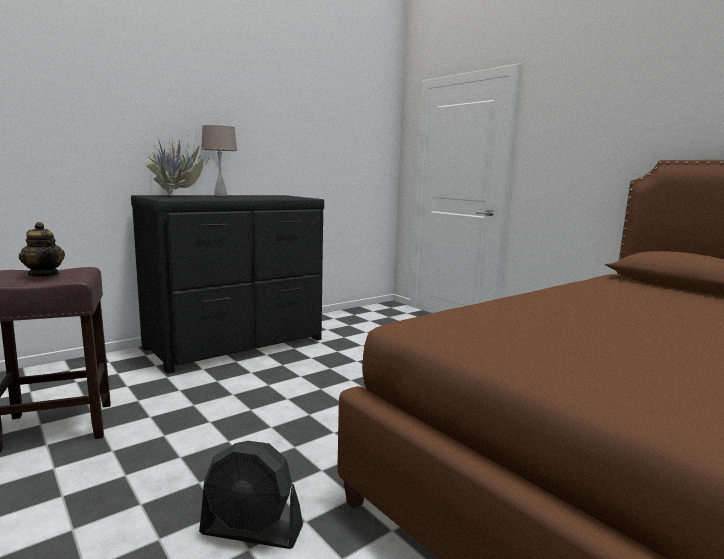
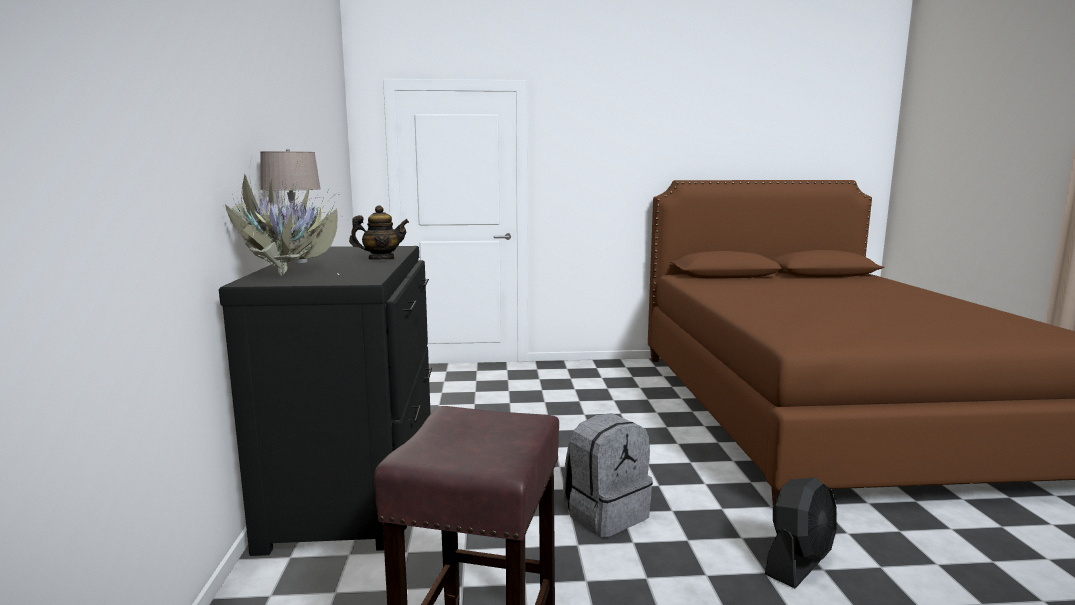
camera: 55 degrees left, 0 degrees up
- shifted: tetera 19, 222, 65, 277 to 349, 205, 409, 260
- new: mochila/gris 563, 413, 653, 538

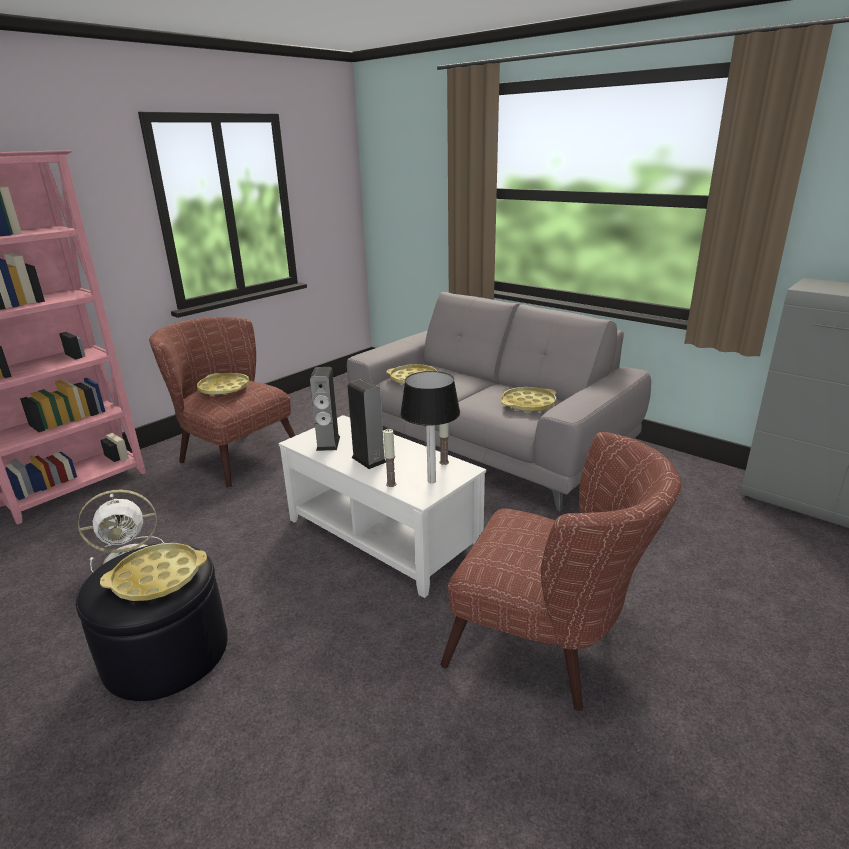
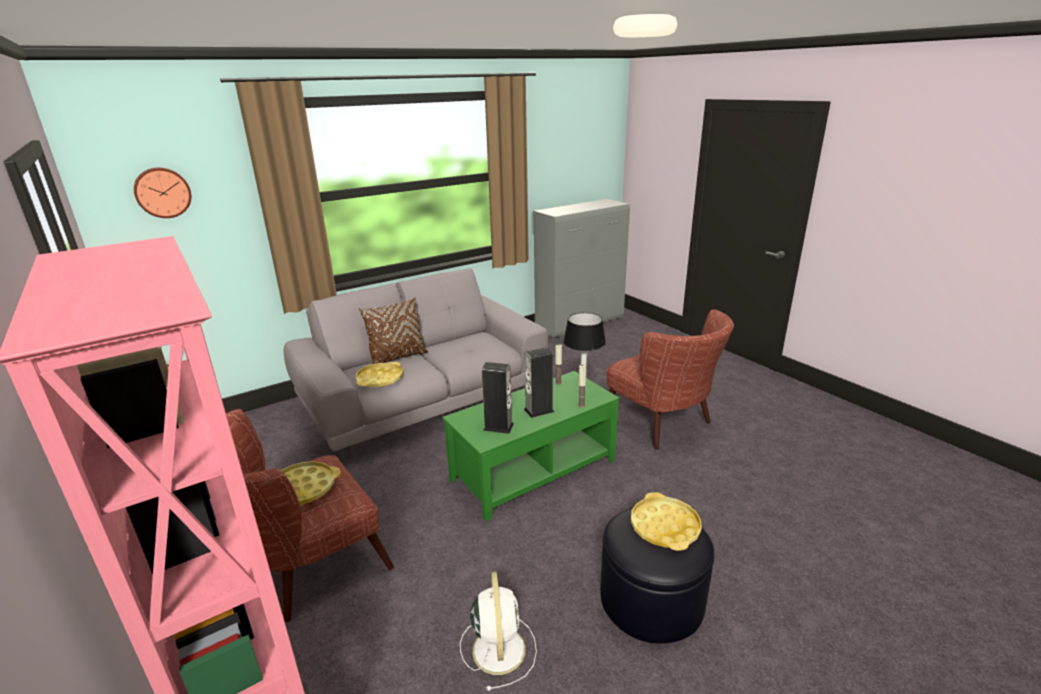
camera: 75 degrees left, 0 degrees up
- repainted: mesa de centro/blanco 278, 415, 486, 598 to mesa de centro/verde 442, 371, 620, 521
- rotated: sillón/marrón 441, 432, 682, 711 = 607, 309, 734, 449 105 degrees clockwise
- gone: bandeja/amarillo 501, 387, 556, 413
- new: reloj de pared 134, 168, 191, 218
- new: cojín/marrón 359, 297, 428, 364

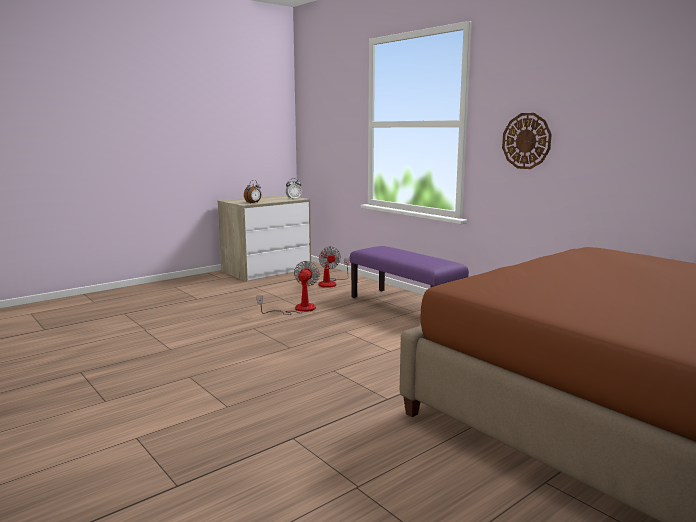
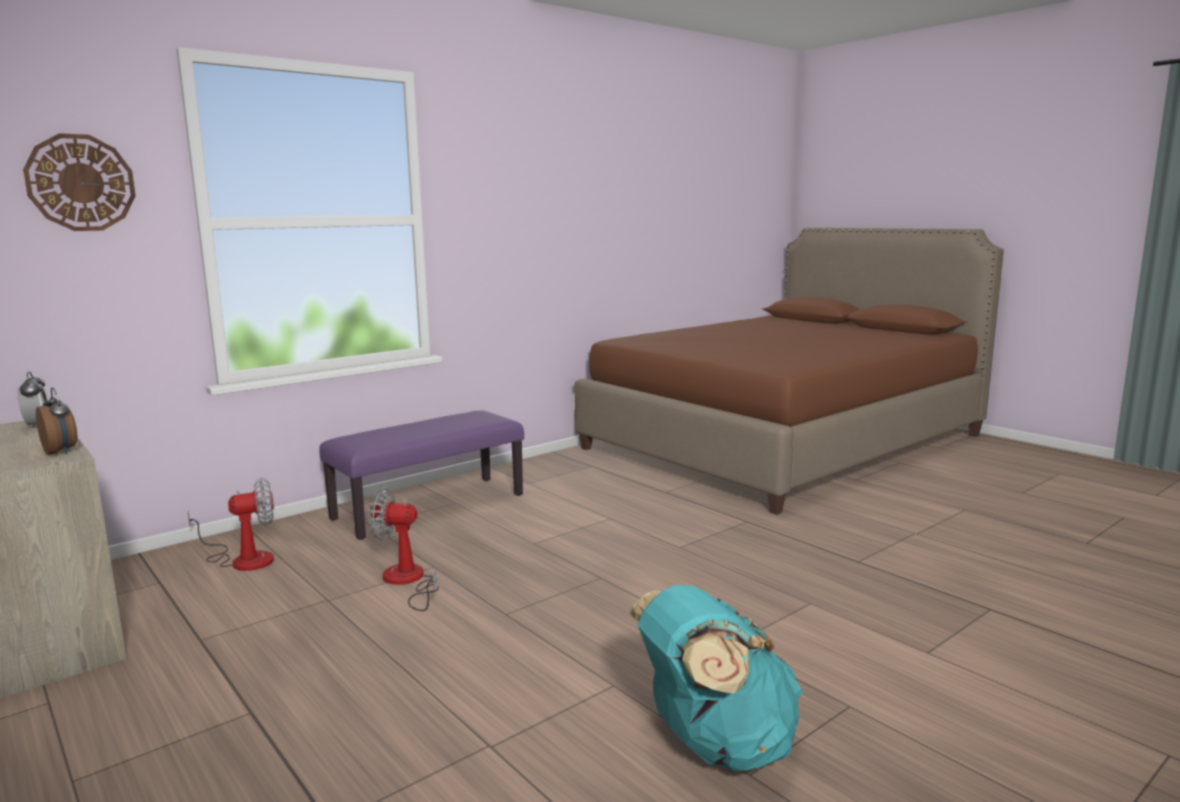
camera: 90 degrees left, 0 degrees up
- shifted: reloj de pared 502, 113, 552, 169 to 23, 133, 136, 231
- new: mochila/turquesa 629, 585, 803, 771

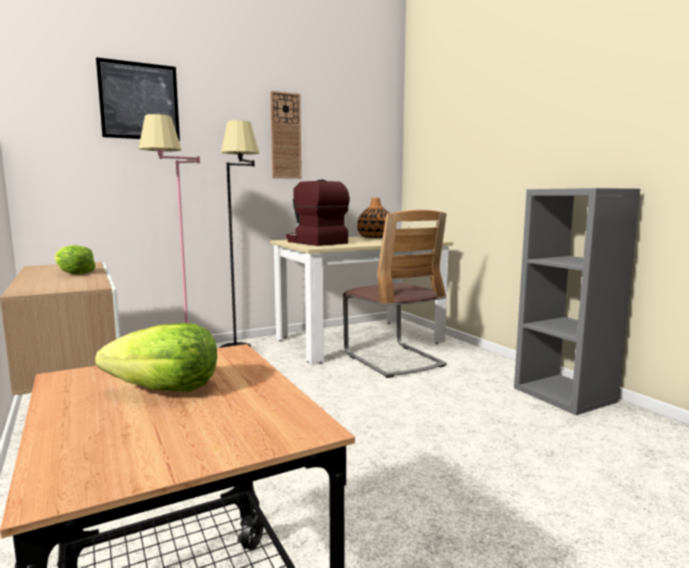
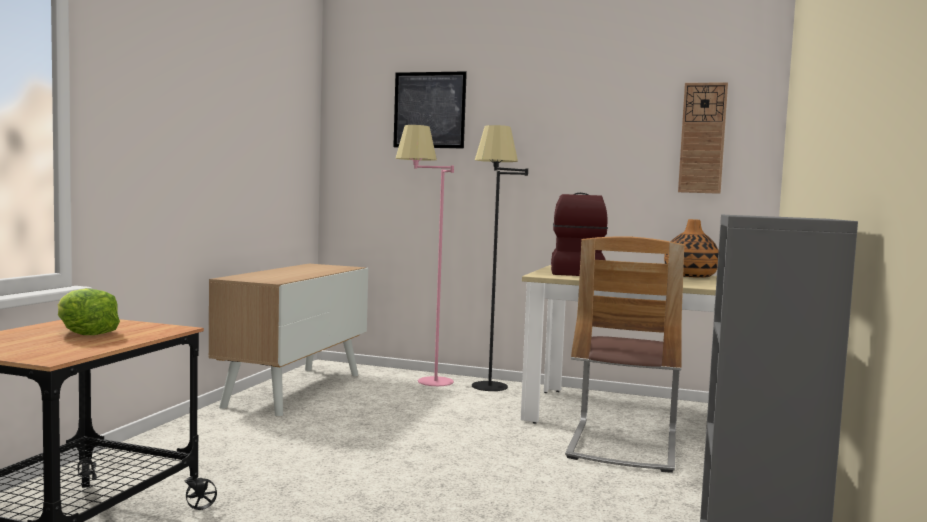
camera: 45 degrees right, 5 degrees down
- gone: lechuga 54, 245, 96, 274
- shifted: reloj de pared 270, 91, 302, 179 to 678, 82, 728, 194

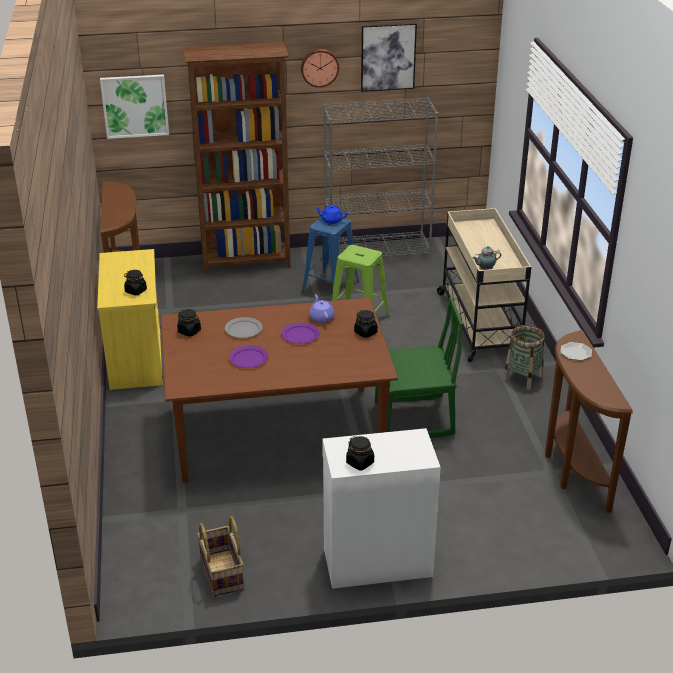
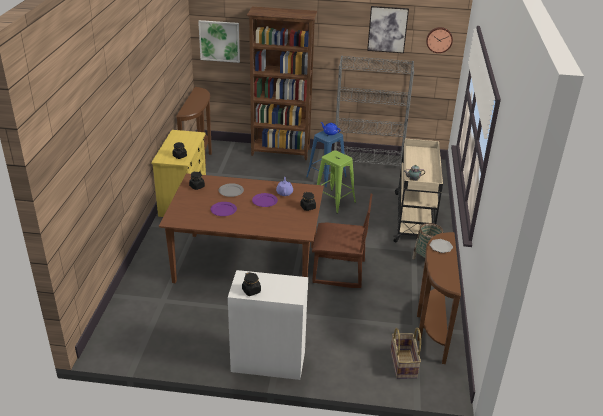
camera: 15 degrees right, 0 degrees up
- shifted: cesta 197, 516, 244, 596 to 390, 328, 421, 379
- shifted: reloj de pared 301, 49, 339, 88 to 426, 27, 453, 53
- repainted: silla/verde 375, 297, 463, 438 to silla/marrón 312, 194, 372, 288

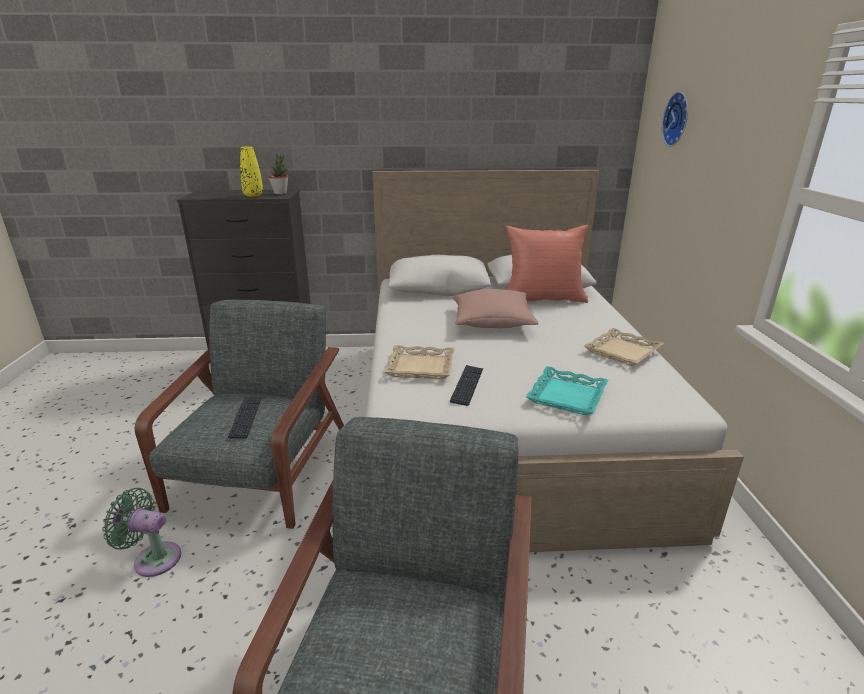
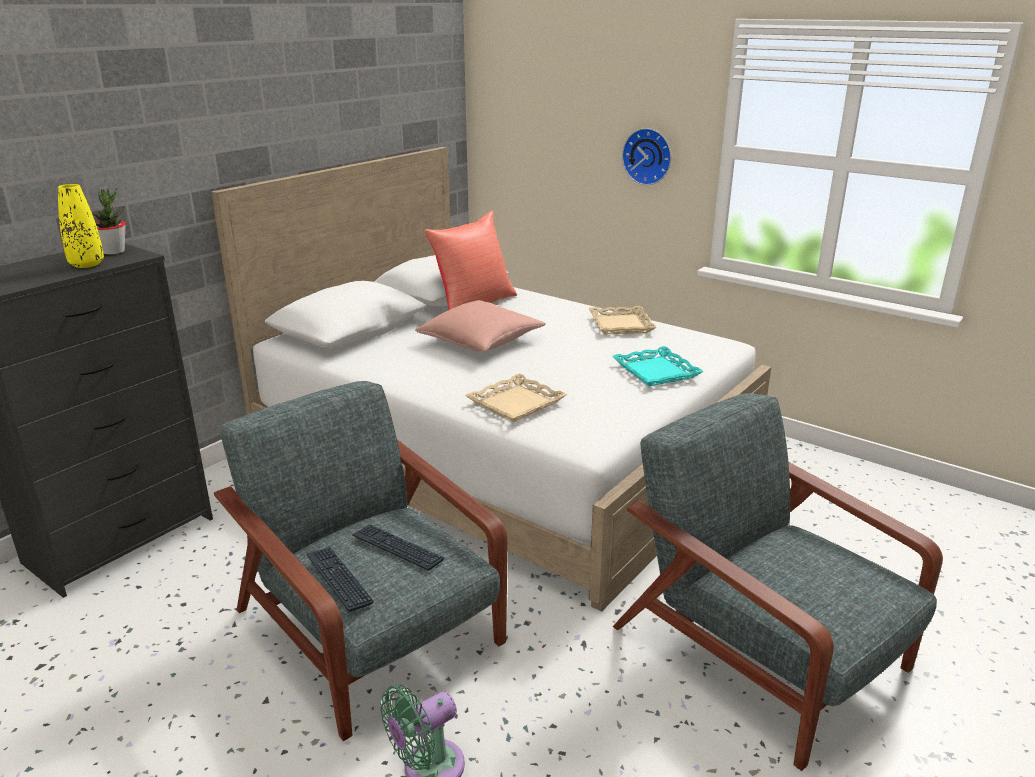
camera: 50 degrees left, 0 degrees up
- shifted: teclado 450, 365, 483, 406 to 306, 547, 374, 612
- shifted: reloj de pared 662, 92, 688, 147 to 622, 128, 671, 185

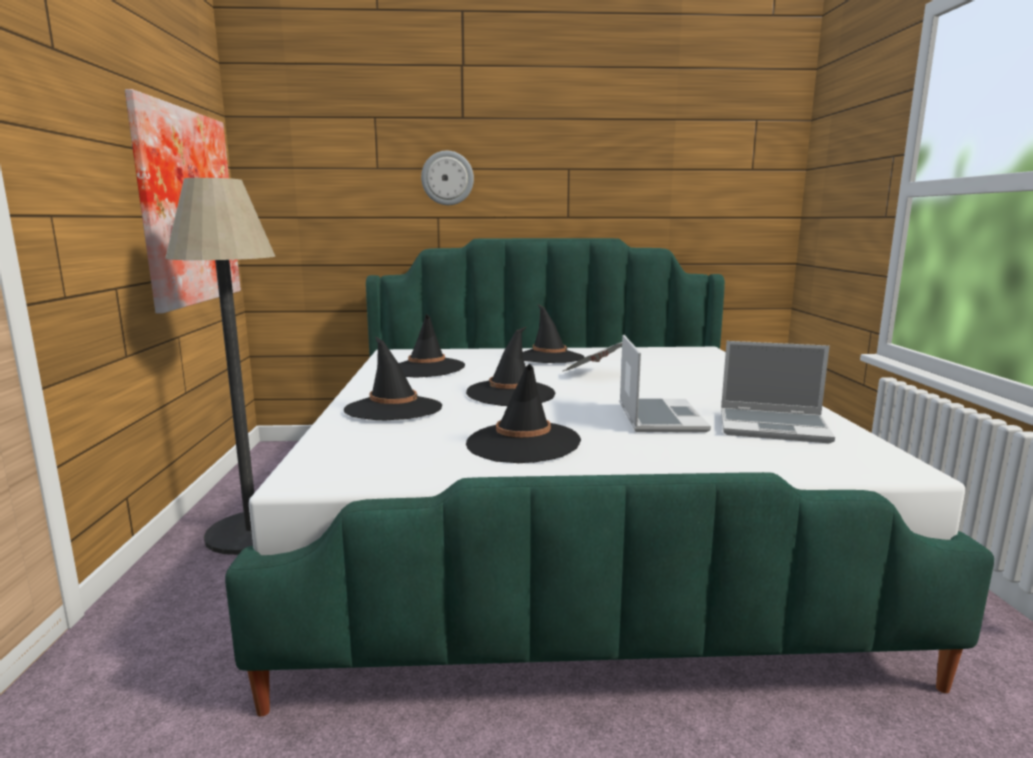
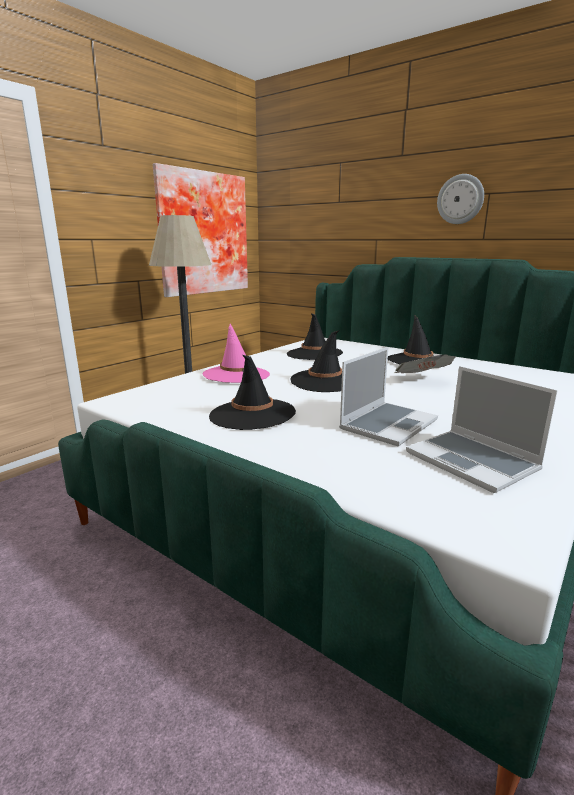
camera: 40 degrees right, 5 degrees up
- repainted: sombrero/negro 344, 336, 442, 420 to sombrero/rosa 202, 324, 270, 383
- shifted: reloj de pared 421, 151, 474, 205 to 437, 174, 484, 224

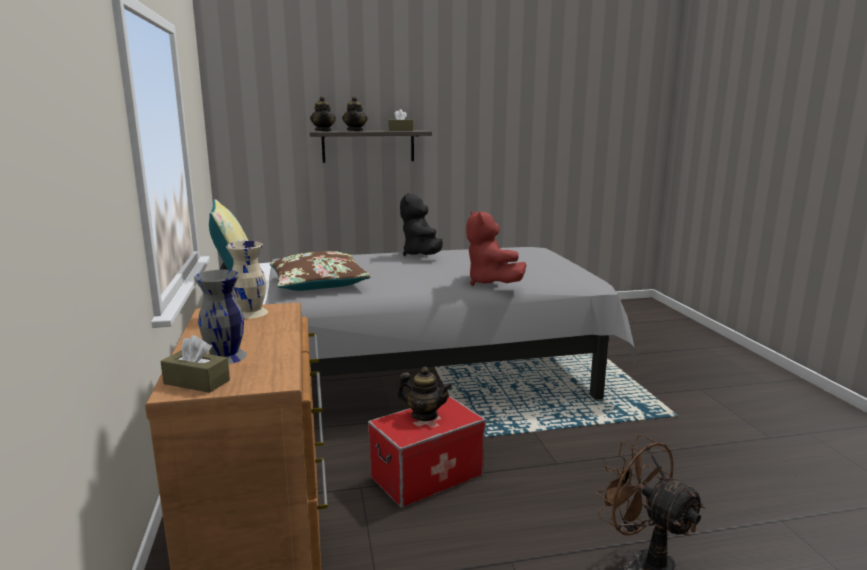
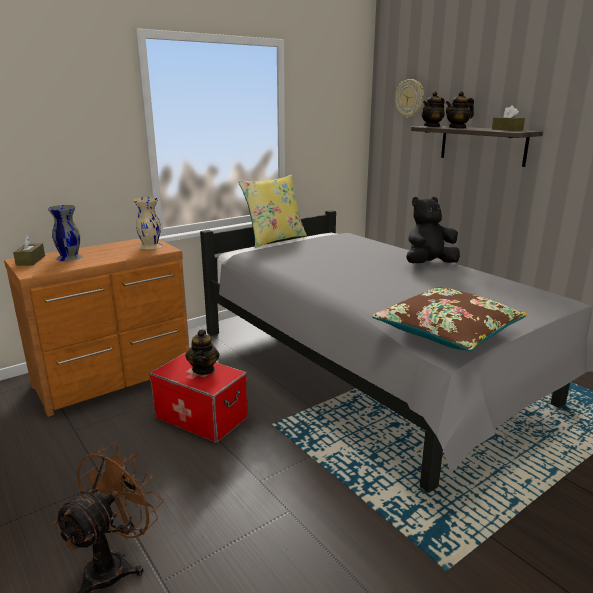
camera: 65 degrees right, 5 degrees up
- shifted: cojín/marrón 270, 251, 371, 291 to 372, 287, 527, 351
- gone: peluche/rojo 466, 210, 526, 286
- new: reloj de pared 395, 79, 424, 118

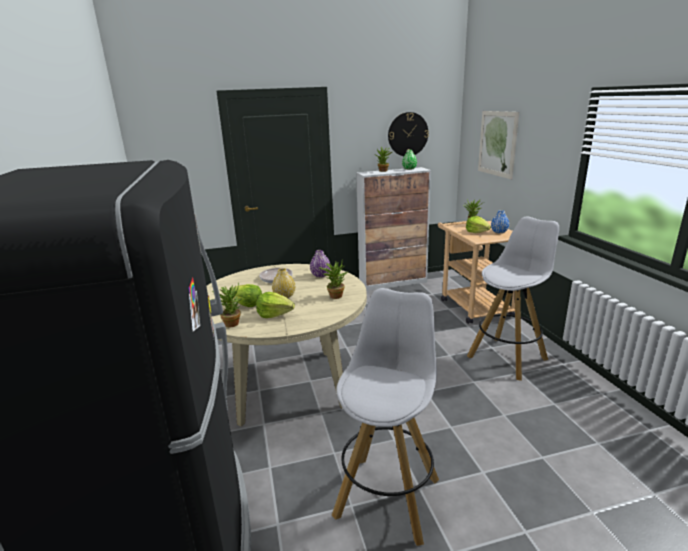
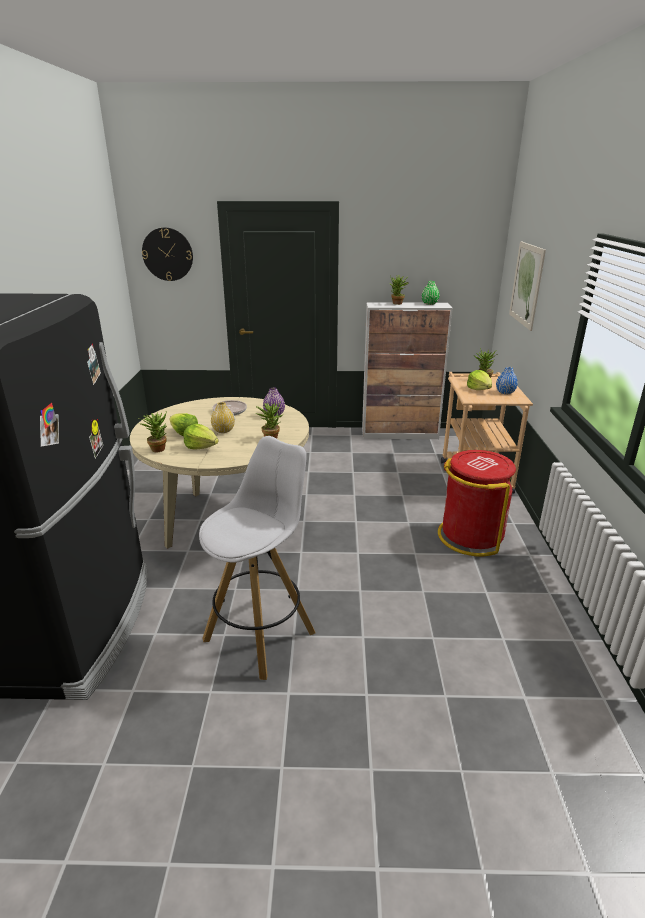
camera: 15 degrees right, 5 degrees up
- shifted: reloj de pared 388, 112, 429, 156 to 142, 227, 193, 281
- swapped: taburete/blanco 467, 216, 559, 381 to papelera/rojo 438, 450, 516, 556

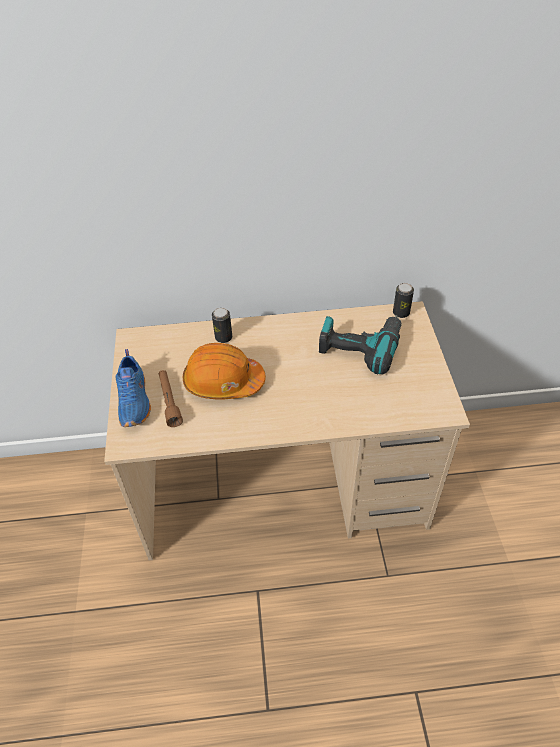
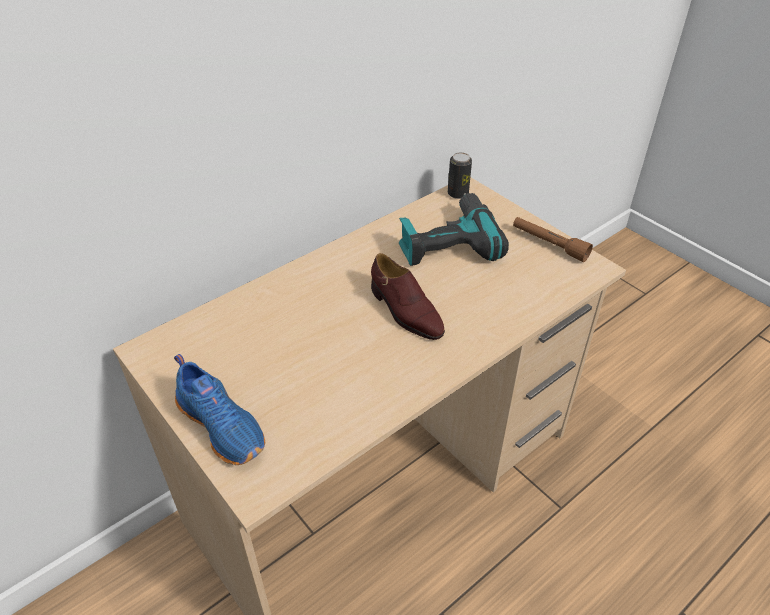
camera: 35 degrees left, 5 degrees down
- shifted: linterna/marrón 159, 370, 183, 427 to 513, 217, 593, 262
- gone: casco/naranja 183, 343, 266, 400
- gone: lata 212, 308, 232, 343
- new: zapato/marrón 371, 253, 445, 340

